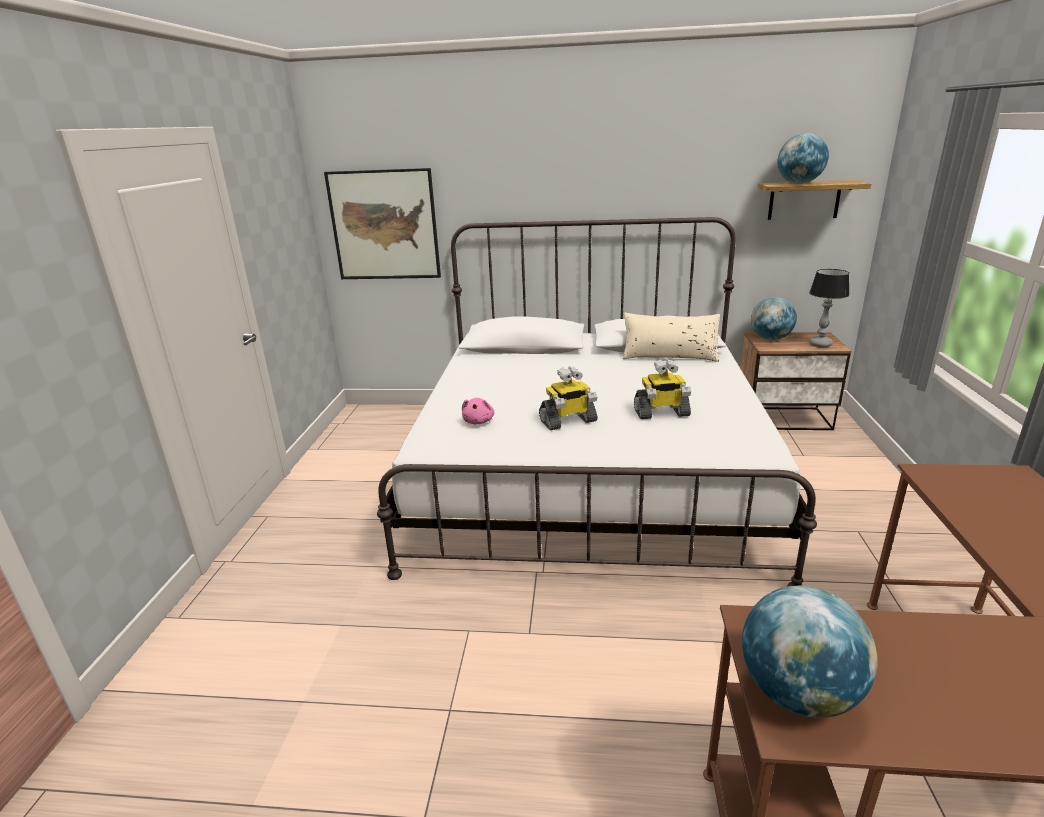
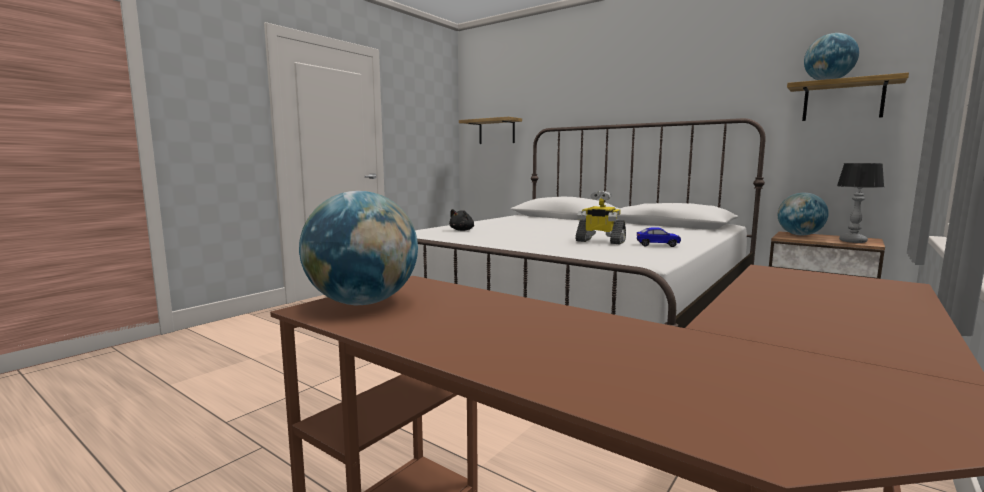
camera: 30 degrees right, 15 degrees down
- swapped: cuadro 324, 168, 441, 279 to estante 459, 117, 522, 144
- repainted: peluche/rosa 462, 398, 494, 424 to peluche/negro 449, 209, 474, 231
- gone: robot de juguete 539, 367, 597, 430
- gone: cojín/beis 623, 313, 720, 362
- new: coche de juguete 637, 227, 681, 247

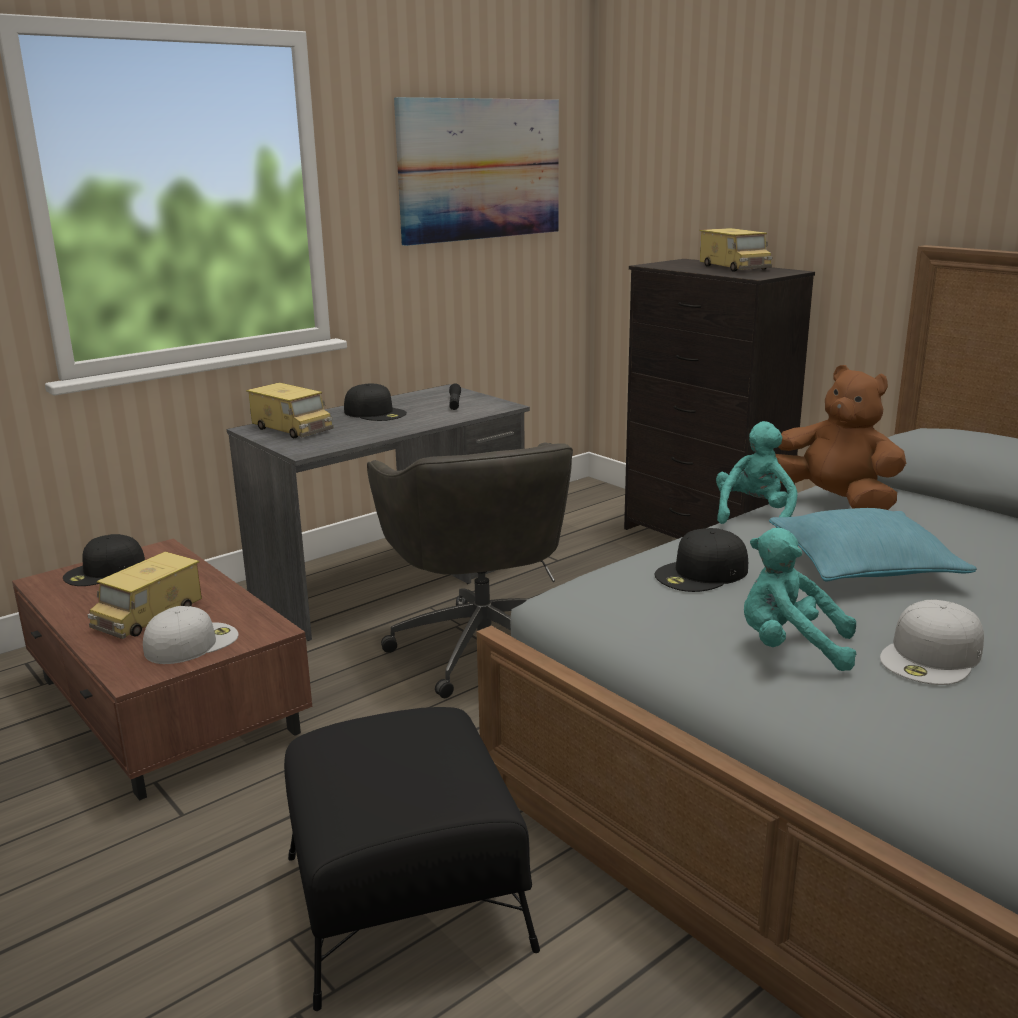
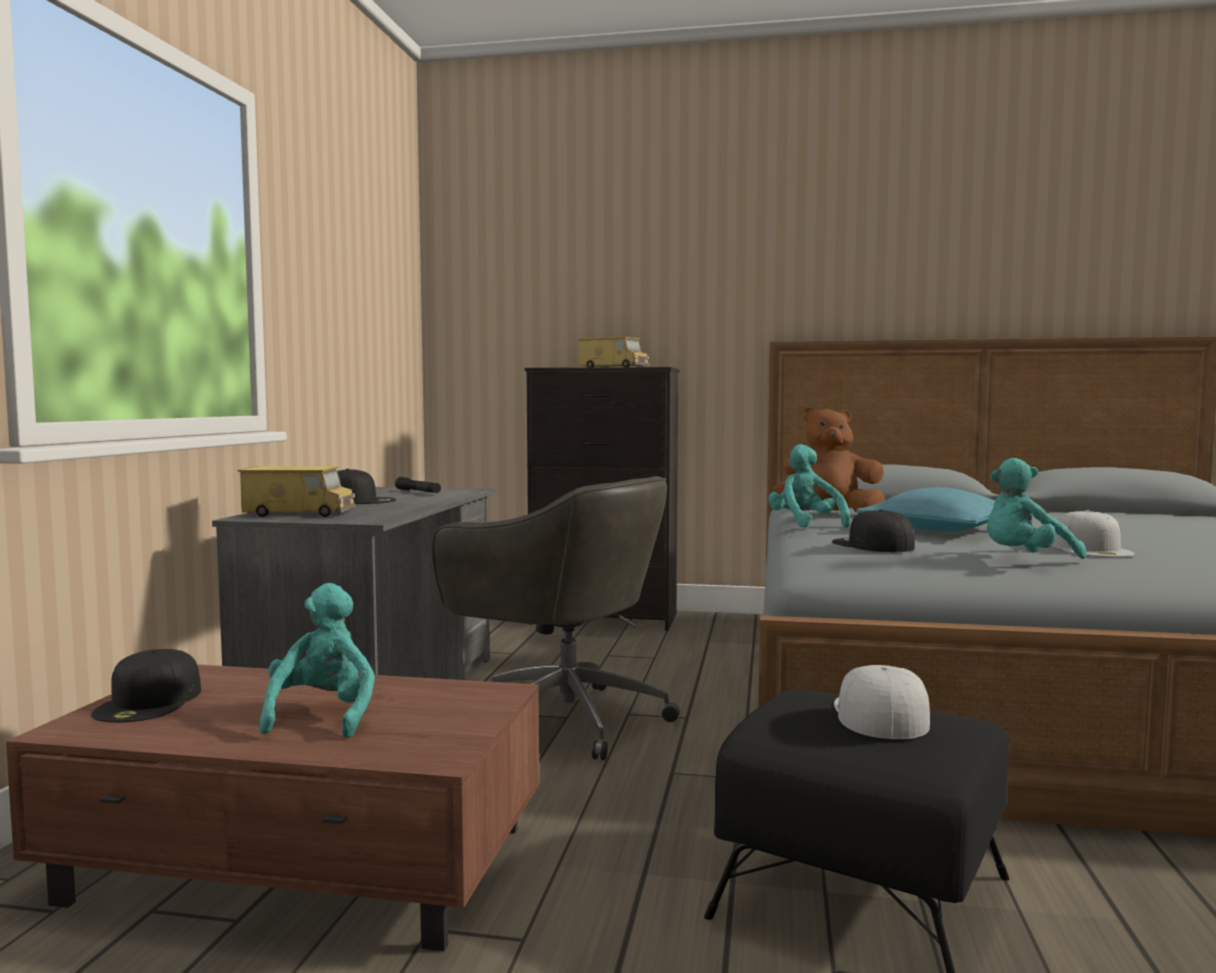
camera: 40 degrees left, 15 degrees down
- swapped: camión de juguete 88, 551, 202, 639 to peluche/turquesa 259, 583, 375, 738
- shifted: gorra/blanco 143, 606, 239, 664 to 834, 665, 930, 739
- gone: cuadro 394, 97, 559, 246
- rotated: gorra/negro 655, 528, 748, 592 = 832, 509, 915, 552 135 degrees clockwise

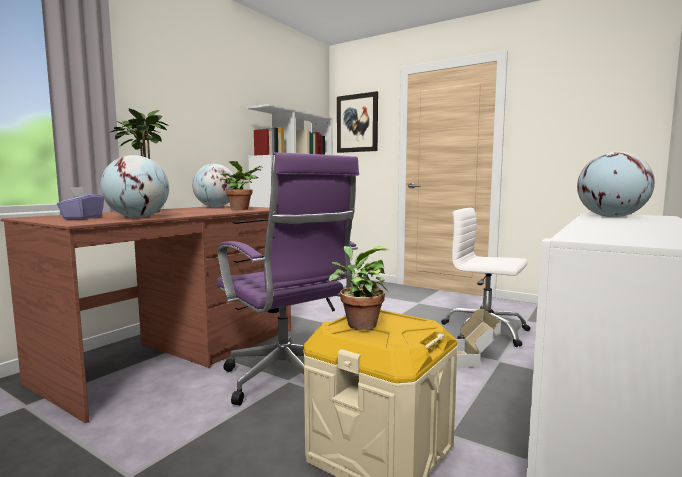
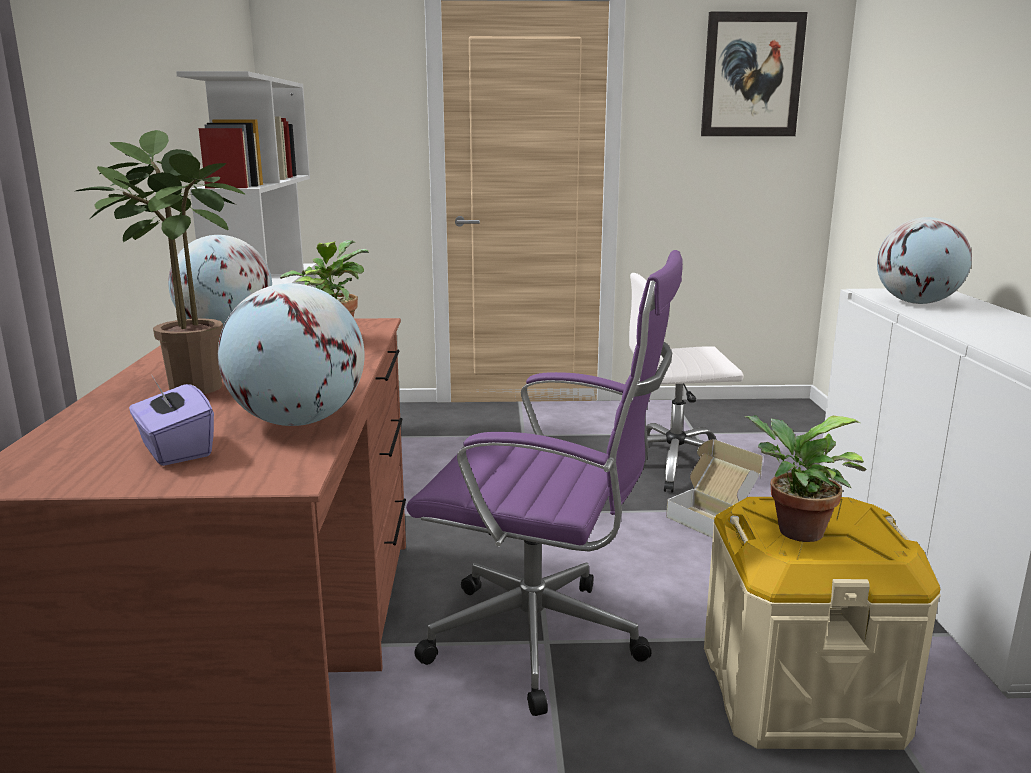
camera: 35 degrees left, 10 degrees up
- shifted: cuadro 337, 91, 378, 153 to 701, 12, 808, 136

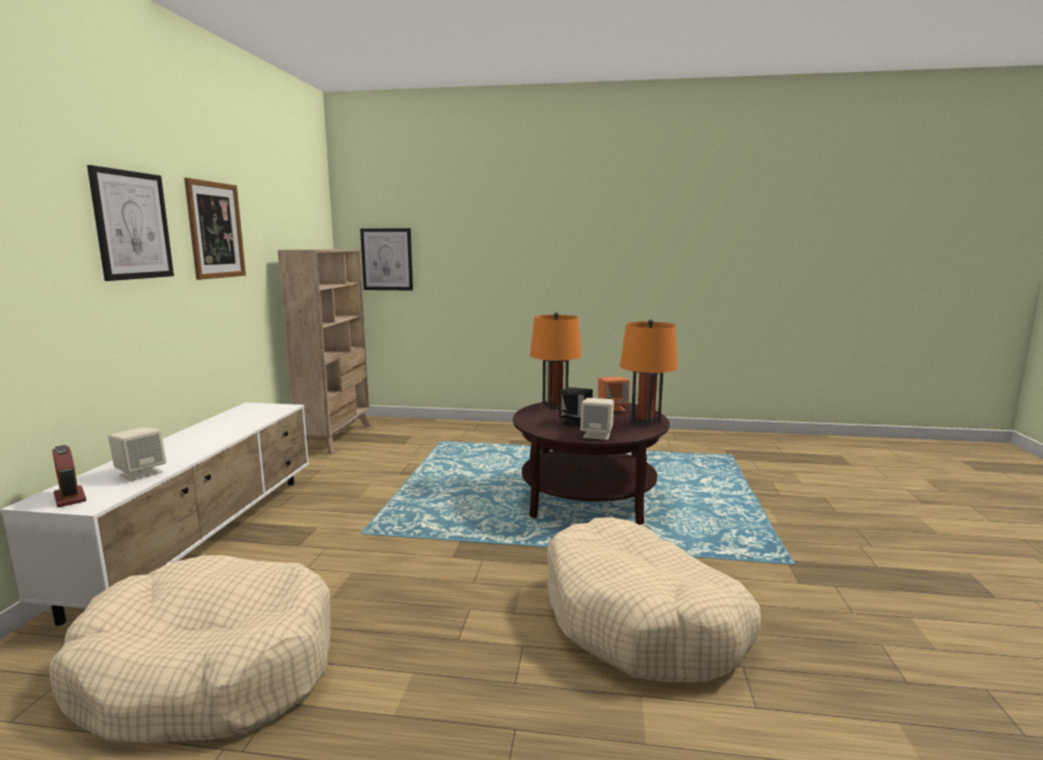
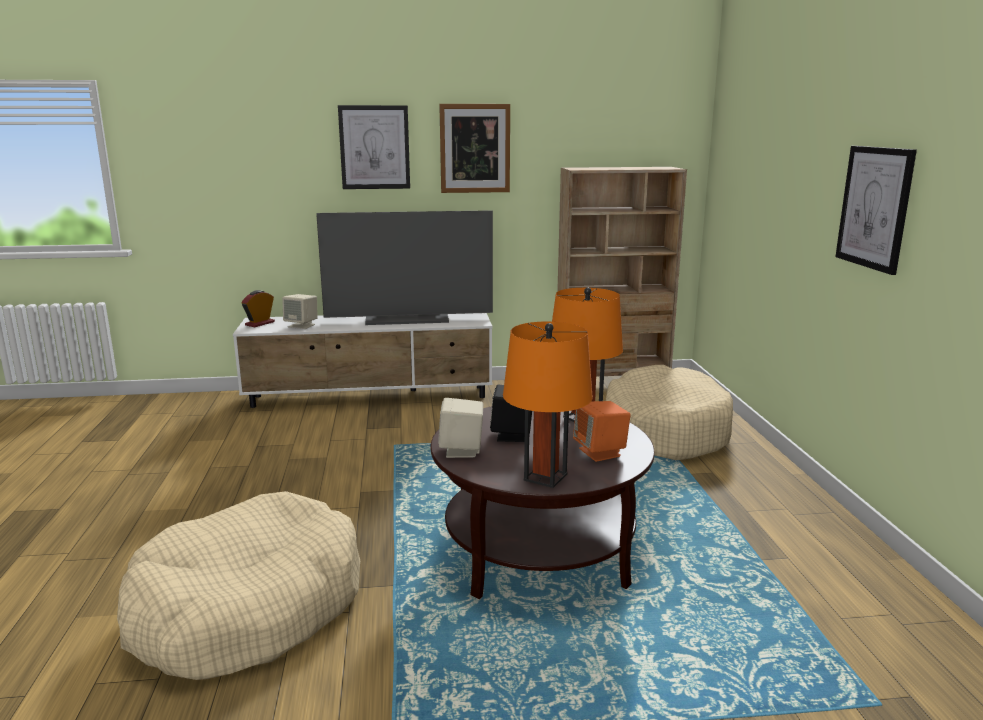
camera: 75 degrees right, 5 degrees up
- shifted: cama para perro/beis 49, 555, 331, 744 to 606, 365, 733, 460
- shifted: cuadro 360, 228, 413, 291 to 835, 146, 917, 275
- new: televisor 316, 210, 493, 325

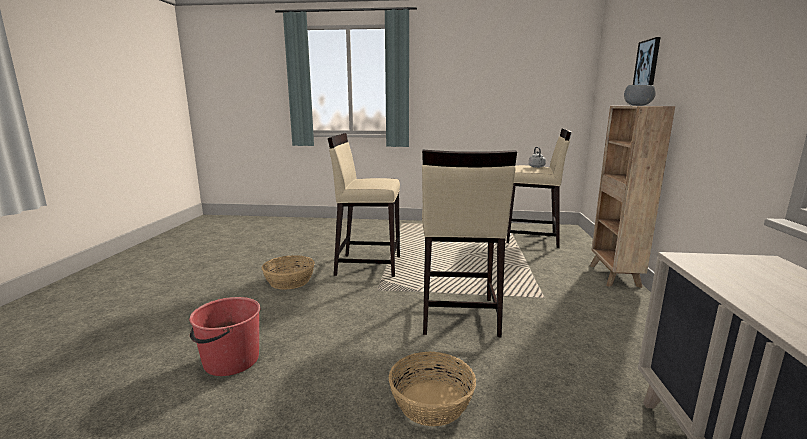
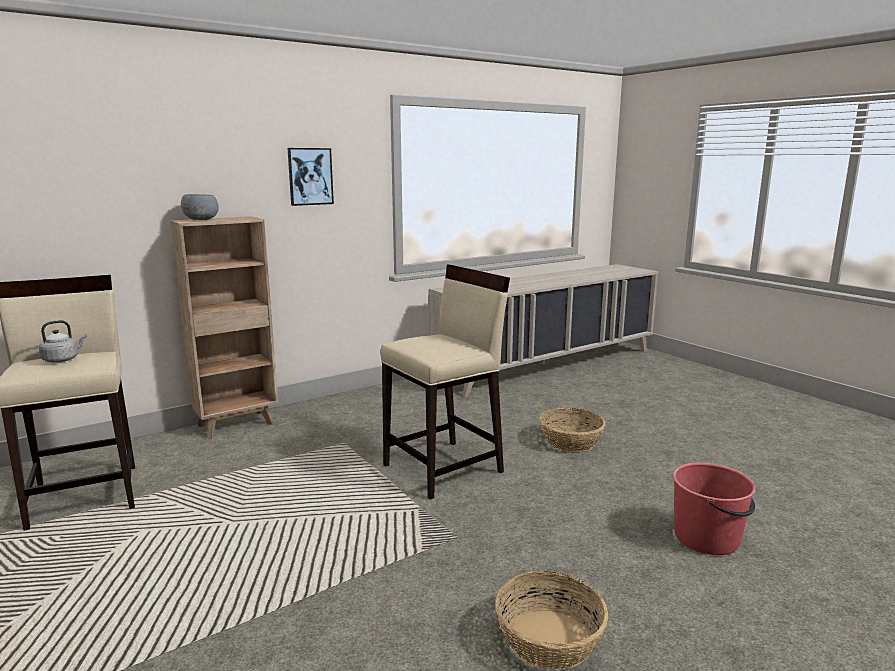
camera: 130 degrees left, 0 degrees up
- gone: taburete/beis 328, 133, 400, 277
- shifted: cuadro 633, 37, 661, 85 to 287, 148, 334, 206

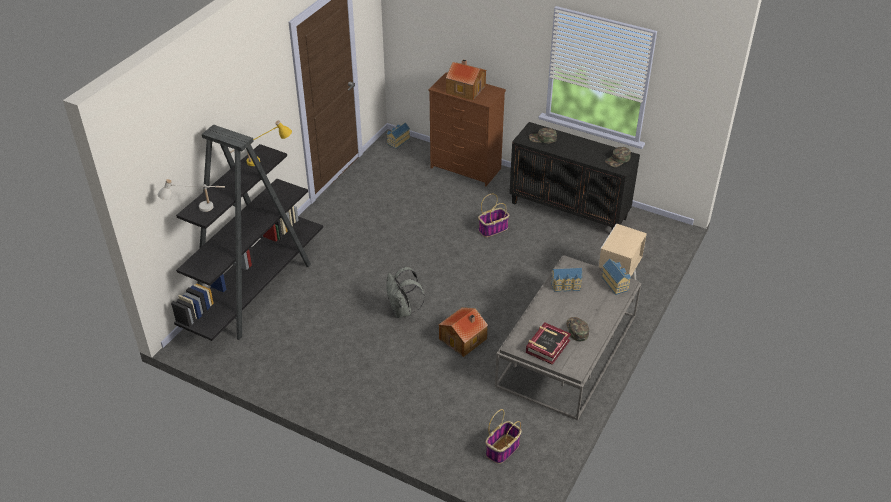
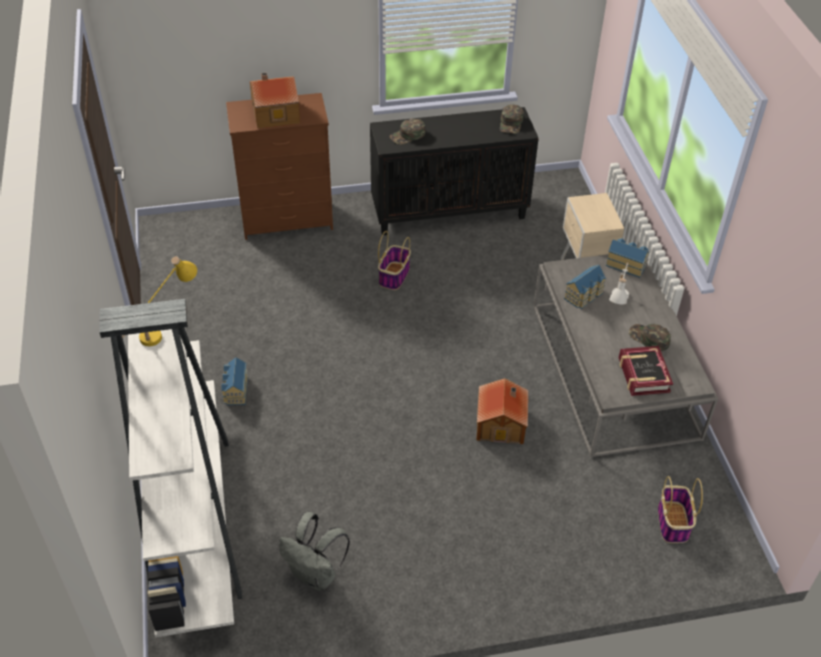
camera: 40 degrees left, 5 degrees up
- shifted: lámpara de mesa/blanco 158, 179, 225, 212 to 609, 262, 629, 304
- repainted: estantería/negro 171, 125, 323, 341 to estantería/blanco 100, 299, 242, 637
- shifted: mochila/gris 386, 267, 425, 318 to 279, 512, 350, 591
- shifted: casita 387, 122, 410, 149 to 221, 357, 248, 405

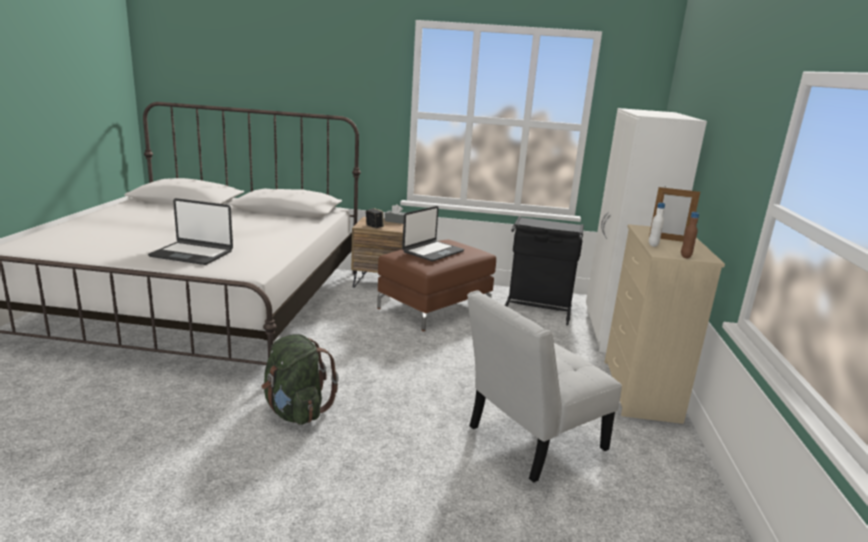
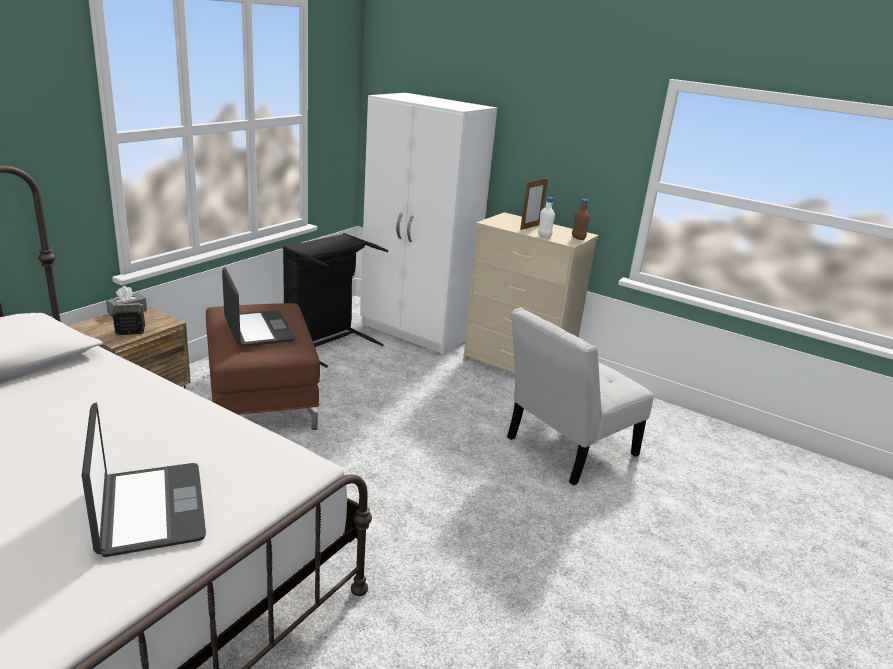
camera: 65 degrees left, 5 degrees up
- rotated: portátil 148, 198, 233, 265 = 82, 402, 206, 557 60 degrees counterclockwise
- gone: mochila/verde 262, 334, 339, 425
- rotated: silla/blanco 467, 290, 622, 483 = 507, 308, 654, 485 60 degrees clockwise

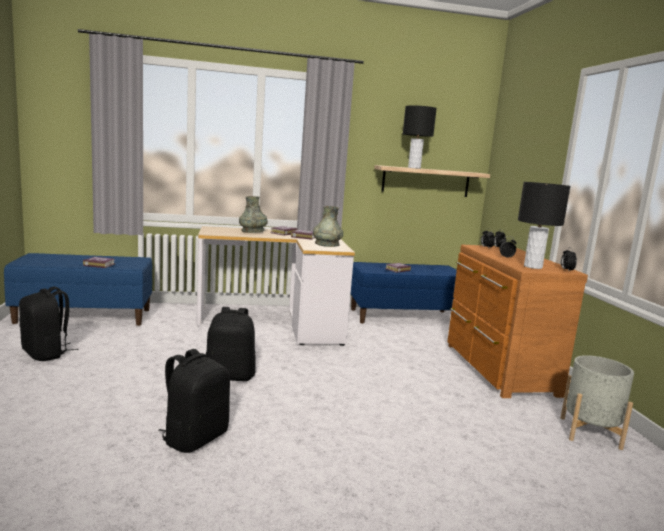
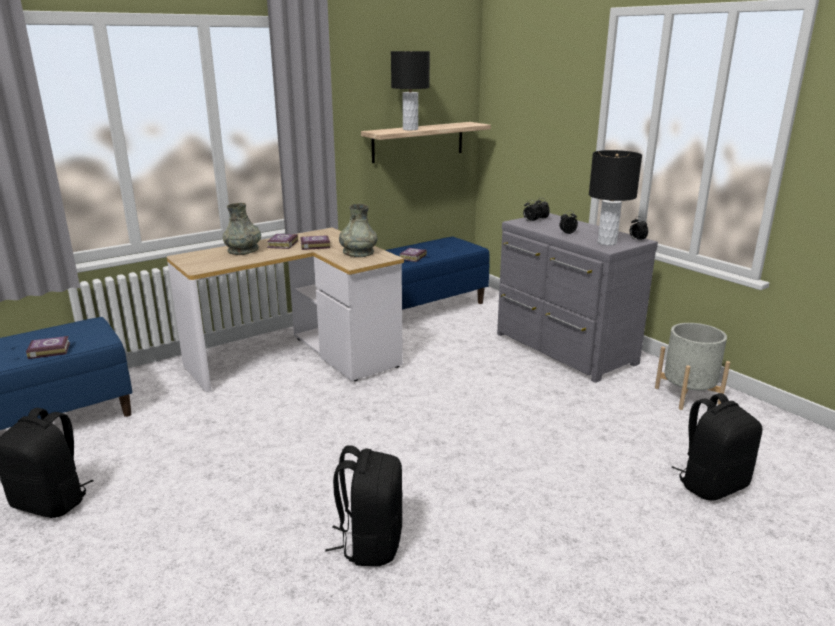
camera: 25 degrees left, 10 degrees up
- shifted: mochila/negro 206, 307, 256, 381 to 671, 393, 762, 501
- repainted: cómoda/marrón 447, 245, 588, 398 to cómoda/gris 497, 213, 658, 383

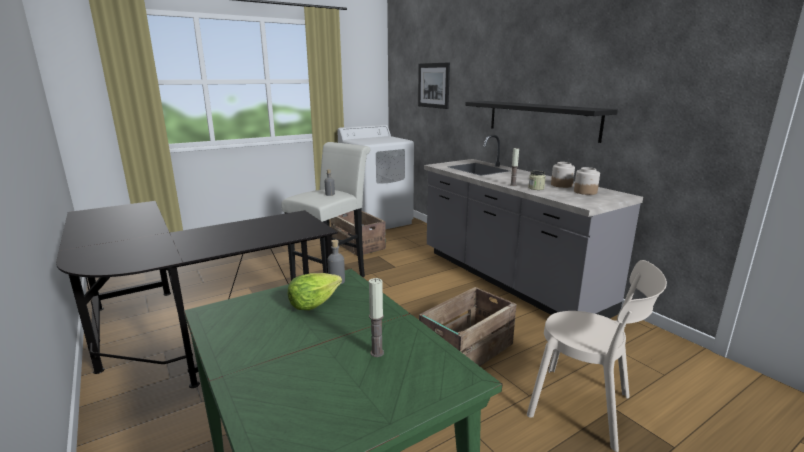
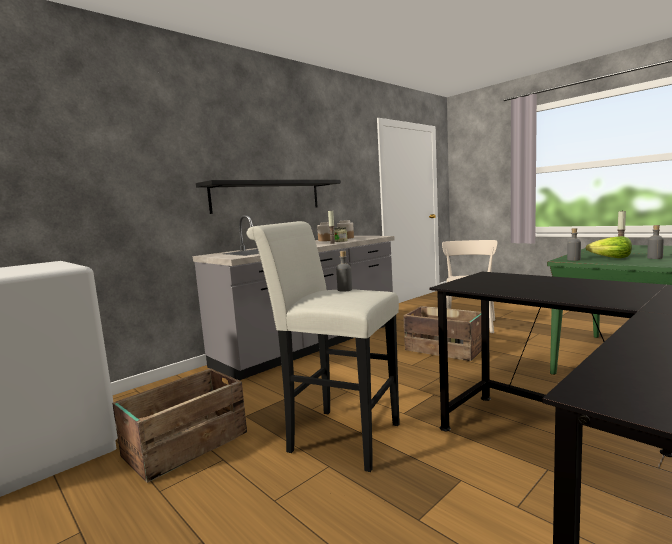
camera: 100 degrees left, 10 degrees down
- gone: cuadro 418, 62, 450, 109
- new: botella/gris 647, 225, 664, 259

